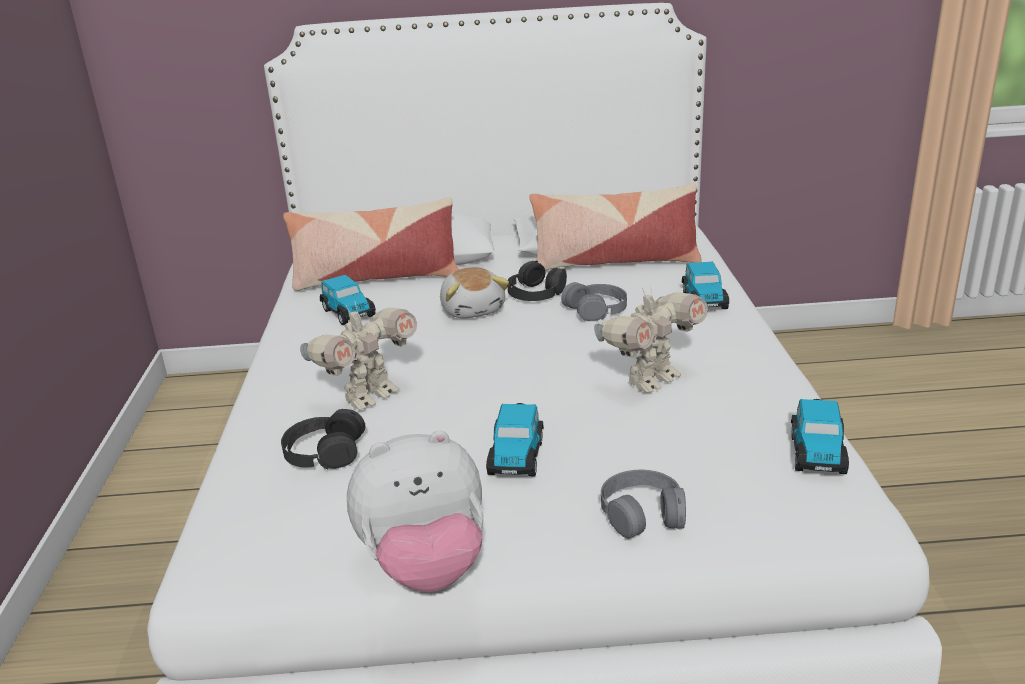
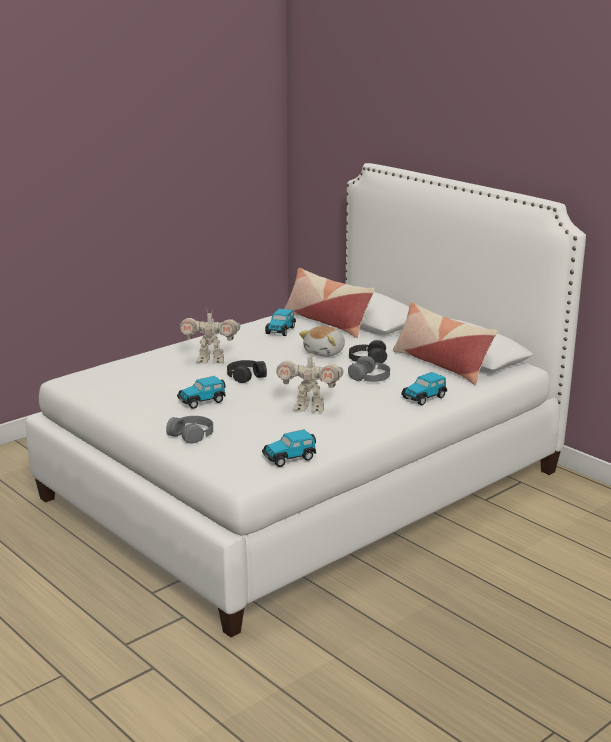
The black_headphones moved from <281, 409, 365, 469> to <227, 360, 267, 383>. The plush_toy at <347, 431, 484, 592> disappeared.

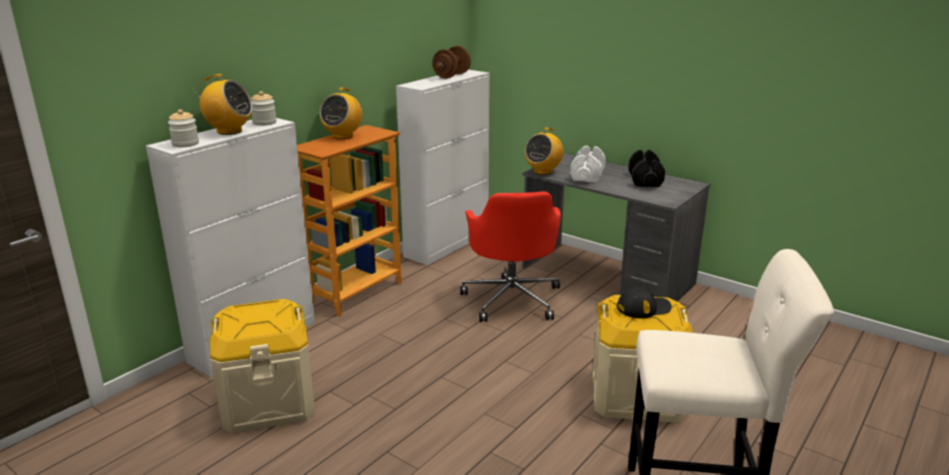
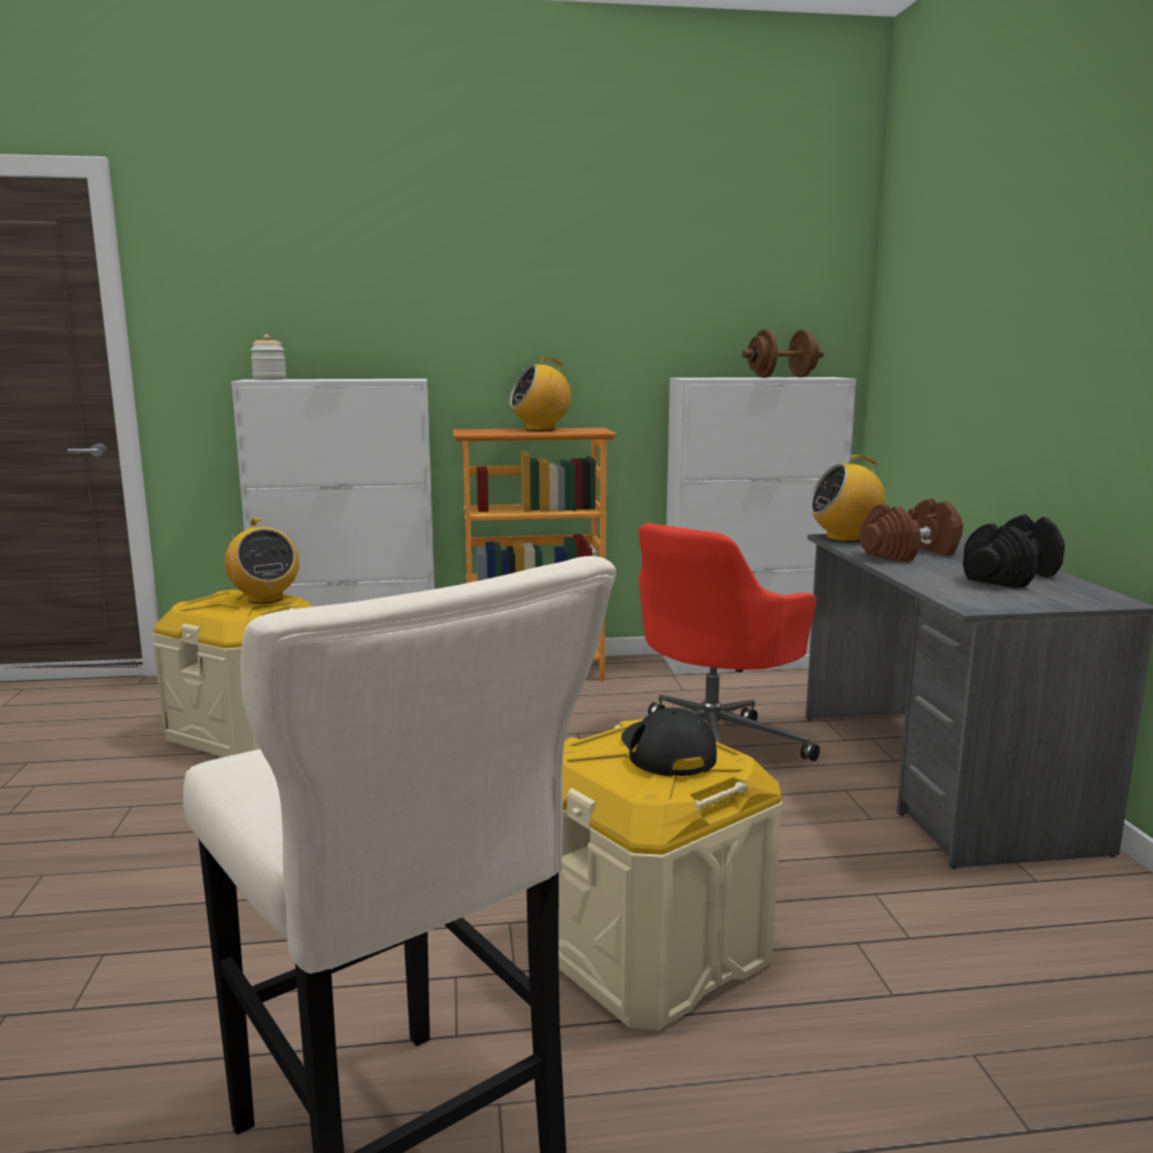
The radio moved from <192, 74, 253, 135> to <225, 518, 299, 604>. The black_cap at <617, 287, 672, 318> turned 135 degrees counterclockwise. The white_dumbbell at <570, 145, 606, 183> became the brown_dumbbell at <860, 499, 963, 562>. The jar at <251, 91, 277, 126> disappeared.

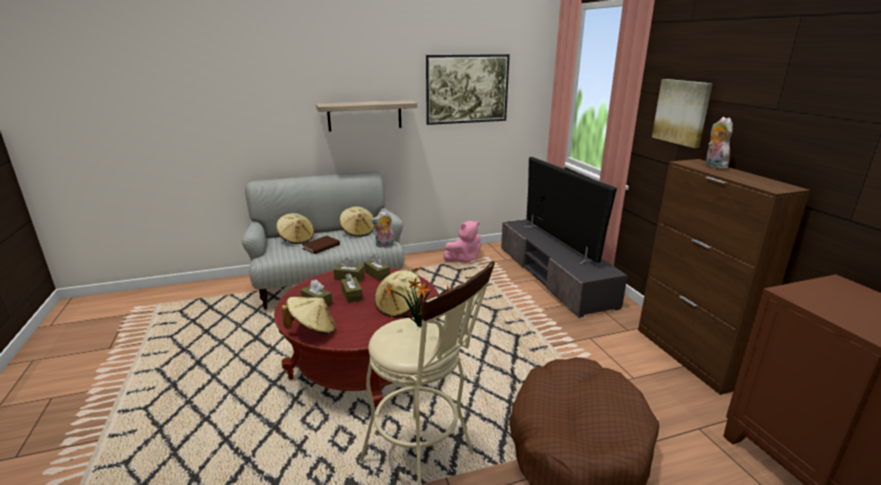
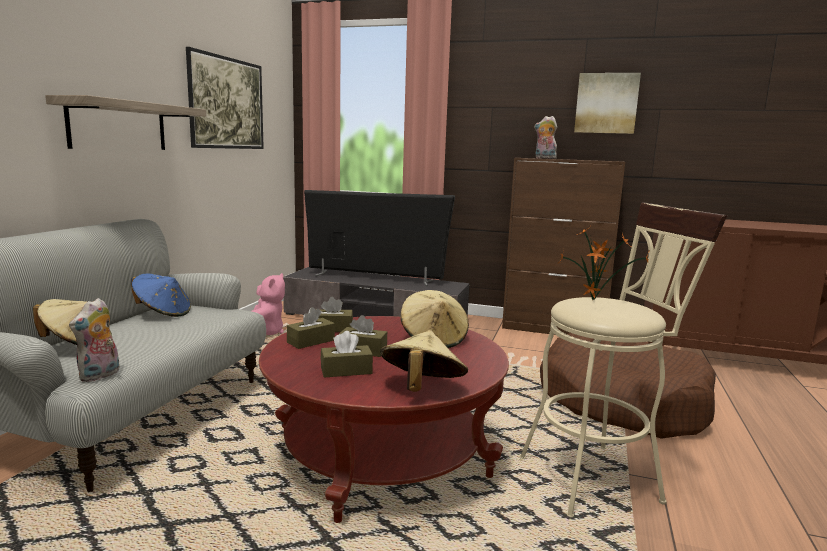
The plush_toy moved from <371, 211, 394, 248> to <69, 298, 119, 382>. The beige_hat at <339, 207, 375, 237> became the blue_hat at <131, 274, 191, 317>. The picture moved from <652, 79, 713, 148> to <574, 73, 641, 134>. The brown_book at <302, 236, 340, 254> disappeared.

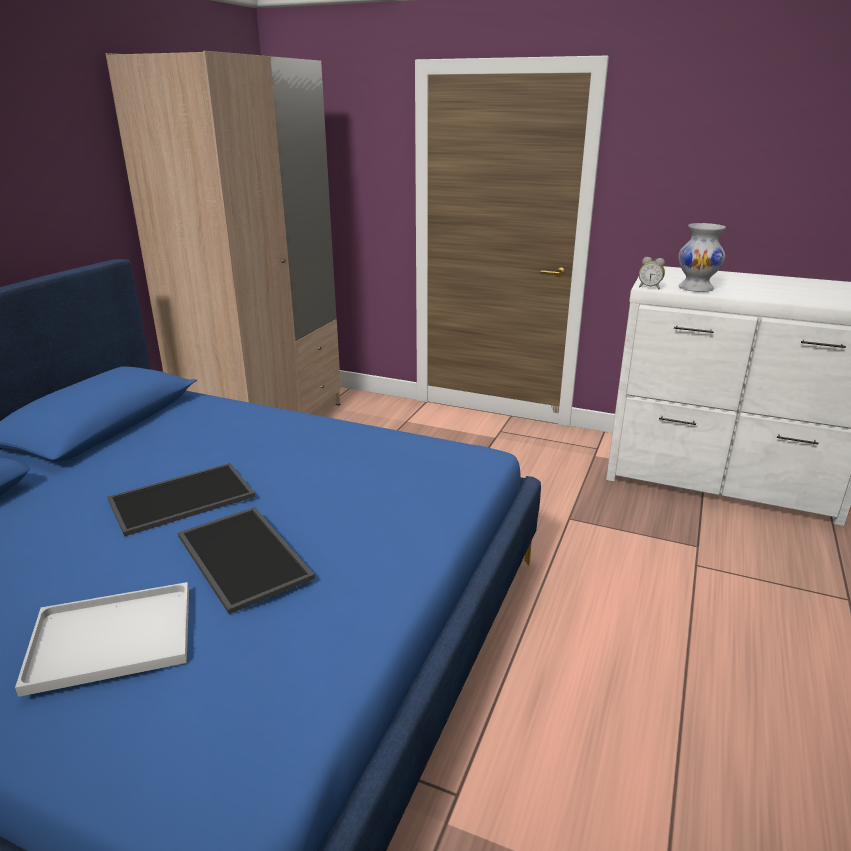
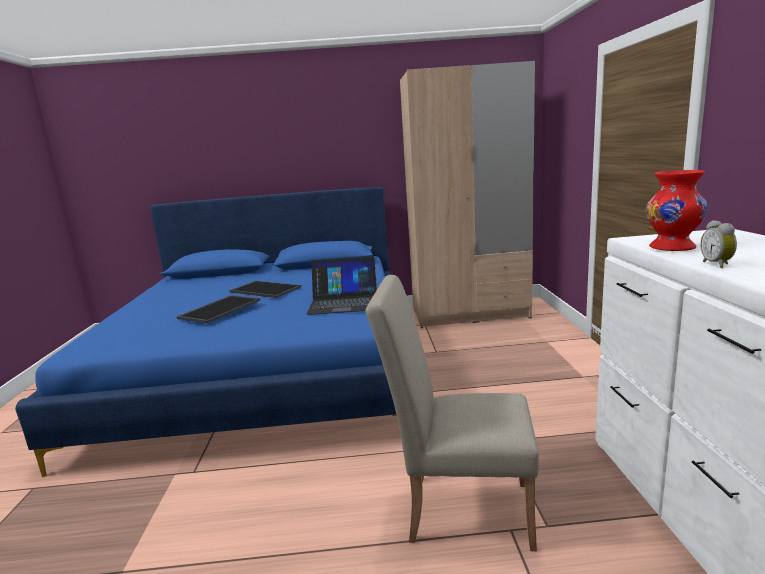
The laptop at <307, 256, 377, 315> appeared. The beige_chair at <365, 275, 539, 552> appeared. The white_vase at <678, 223, 726, 292> became the red_vase at <646, 170, 708, 251>. The alarm_clock moved from <639, 257, 665, 289> to <701, 220, 737, 268>. The white_tray at <15, 582, 189, 697> disappeared.

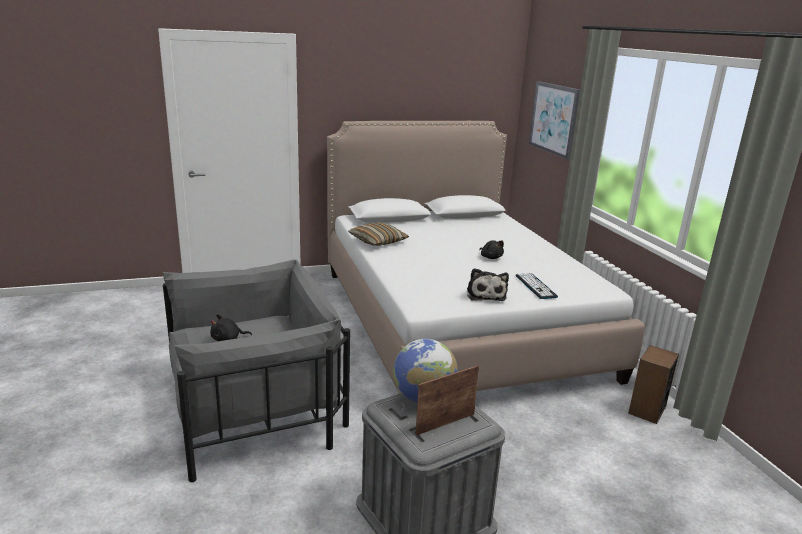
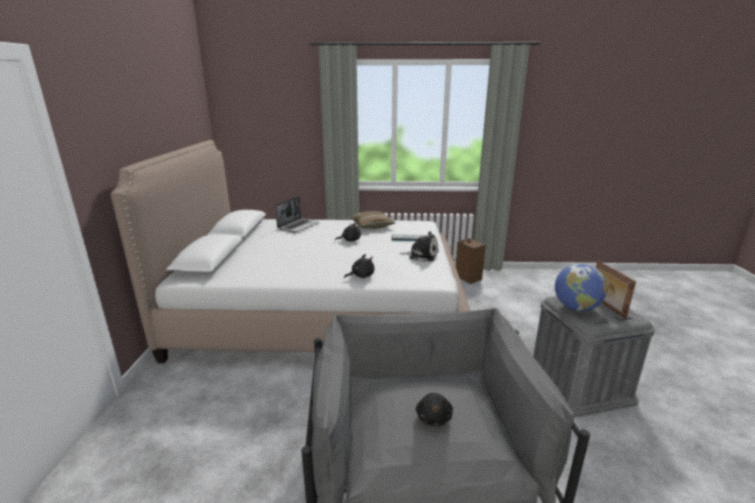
The laptop at <275, 197, 319, 233> appeared. The black_plush_toy at <344, 254, 374, 278> appeared. The pillow moved from <348, 222, 409, 246> to <350, 211, 395, 229>. The picture at <529, 81, 580, 160> disappeared.

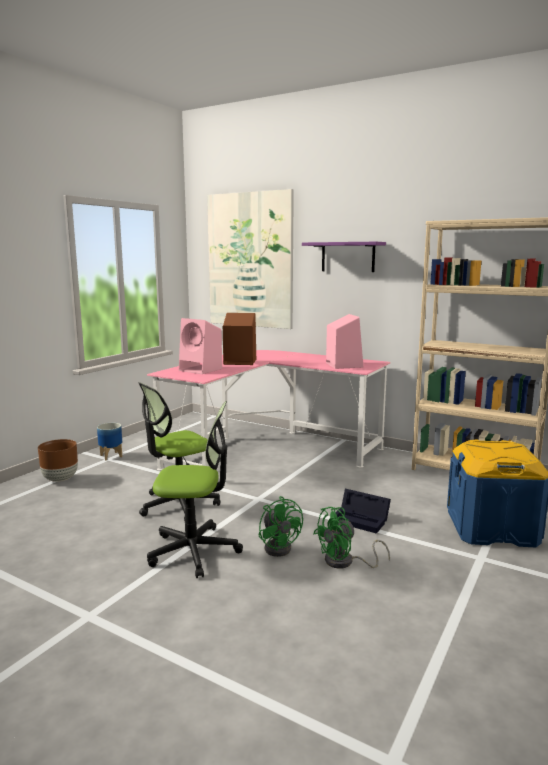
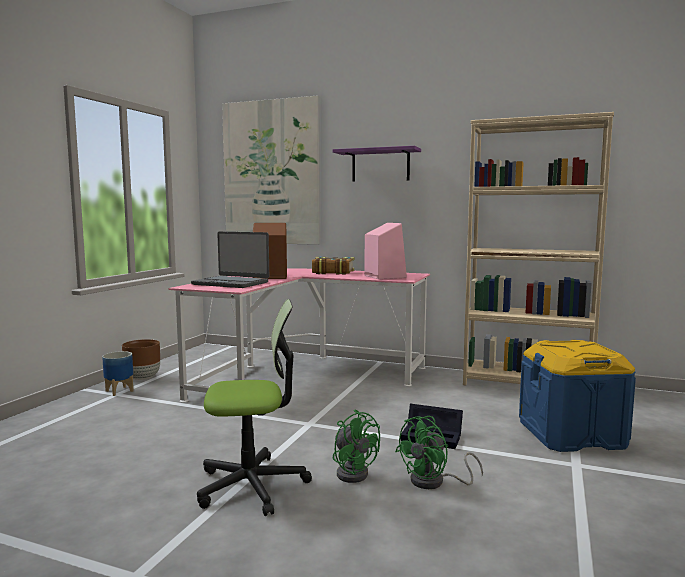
The brown_planter moved from <38, 439, 78, 482> to <122, 339, 160, 380>. The pink_speaker at <179, 318, 222, 374> was replaced by the laptop at <191, 232, 269, 288>. The book at <312, 257, 354, 275> appeared. The office_chair at <138, 382, 220, 521> disappeared.

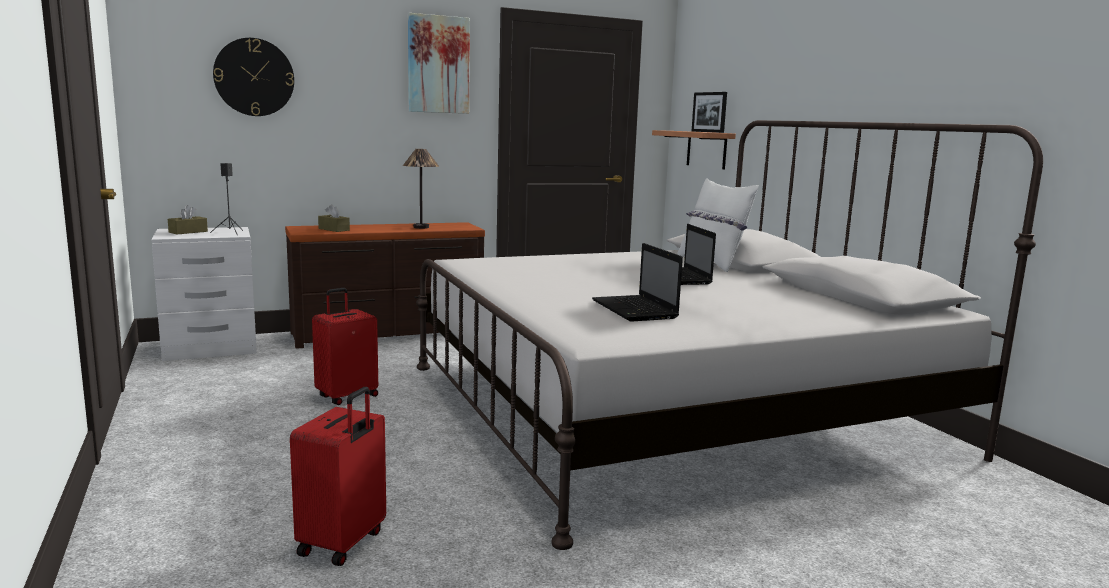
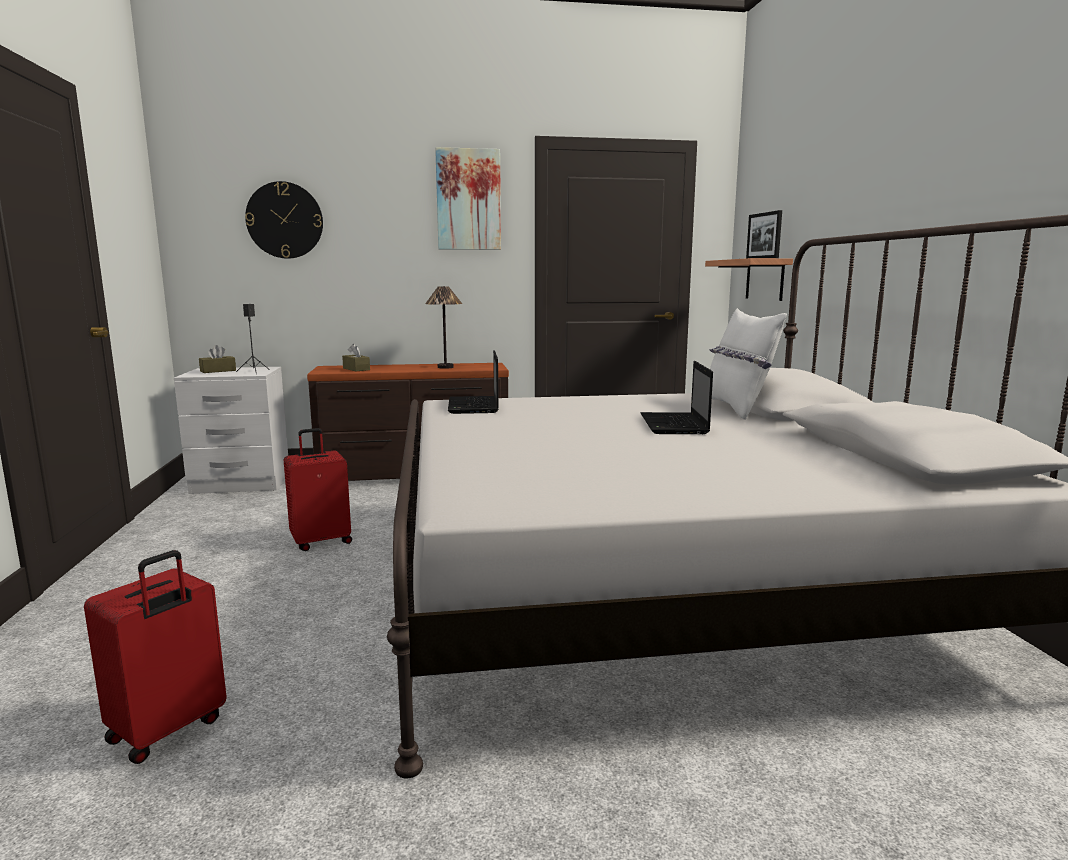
The laptop moved from <592, 243, 683, 322> to <448, 350, 499, 414>.

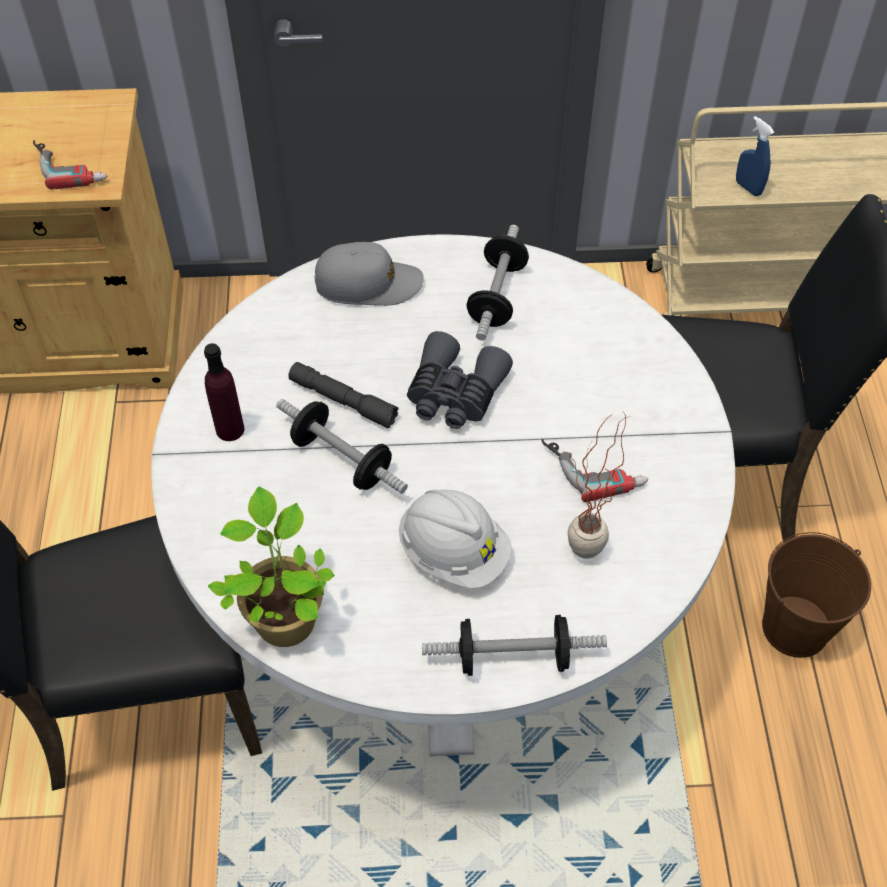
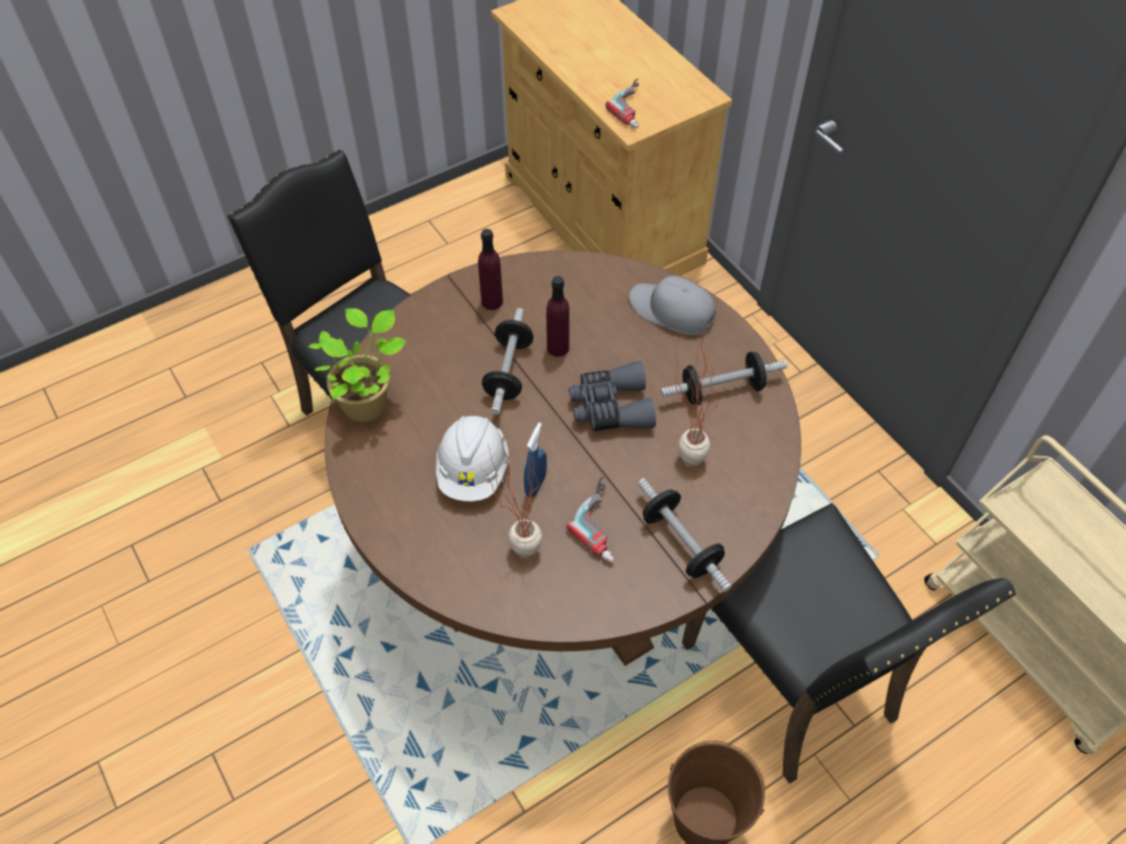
The white_dining_table at <151, 234, 735, 756> became the brown_dining_table at <325, 250, 801, 666>. The blue_spray_bottle moved from <736, 116, 774, 196> to <524, 423, 547, 497>. The grey_flashlight at <288, 362, 399, 428> was replaced by the purple_bottle at <546, 276, 569, 357>. The grey_cap at <314, 242, 424, 306> turned 150 degrees clockwise. The dumbbell moved from <422, 615, 607, 676> to <638, 478, 732, 592>. The potted_plant at <675, 329, 725, 466> appeared.

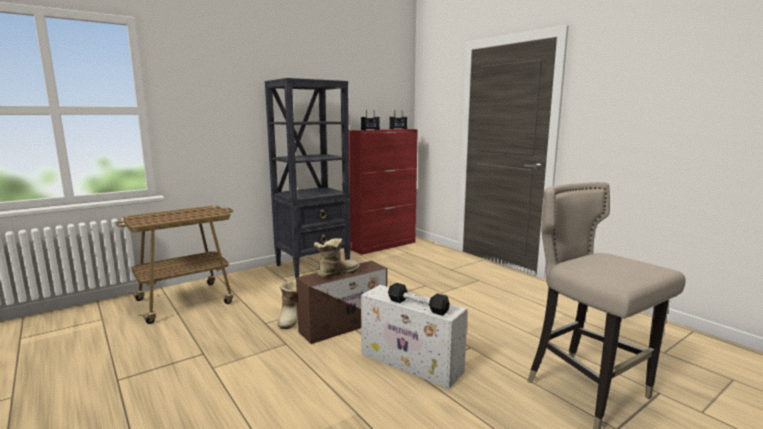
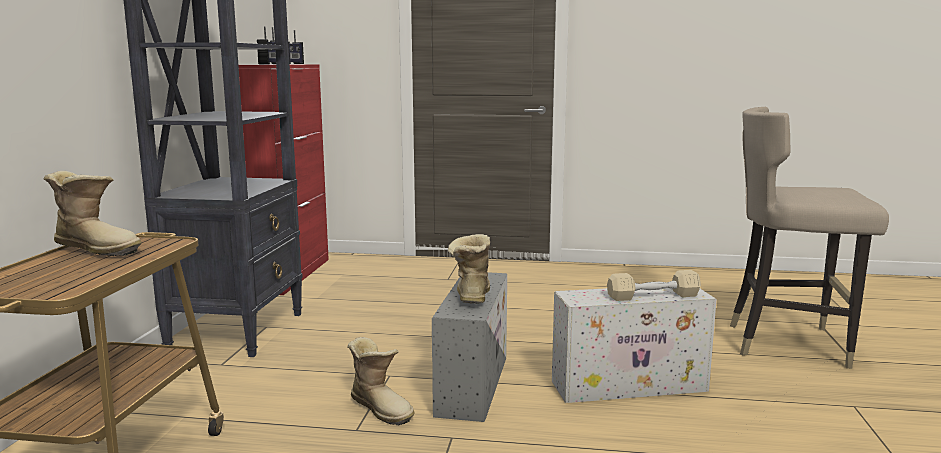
The boot at <44, 171, 142, 256> appeared. The brown_storage_box at <296, 261, 387, 344> became the grey_storage_box at <432, 272, 507, 422>. The black_dumbbell at <388, 283, 450, 316> became the beige_dumbbell at <607, 270, 701, 301>.

